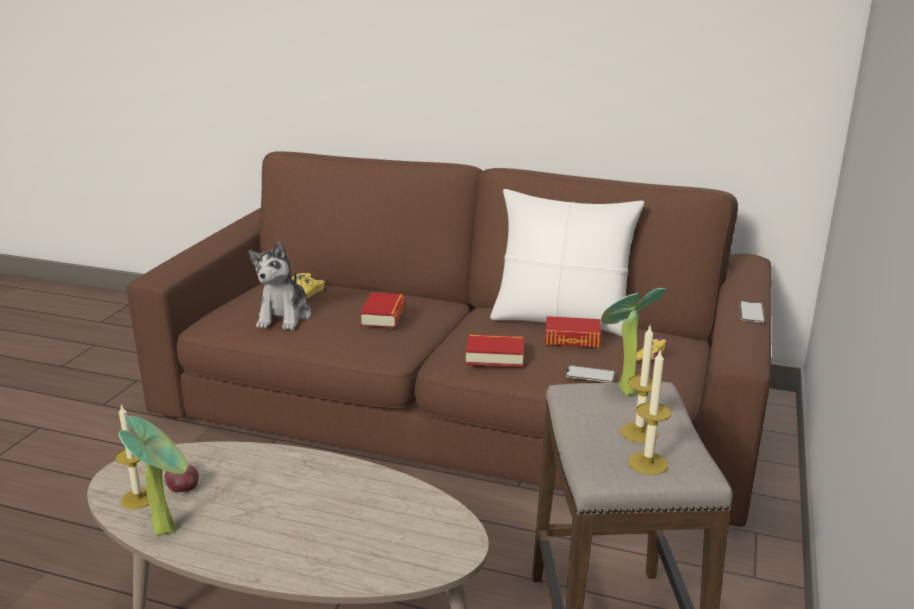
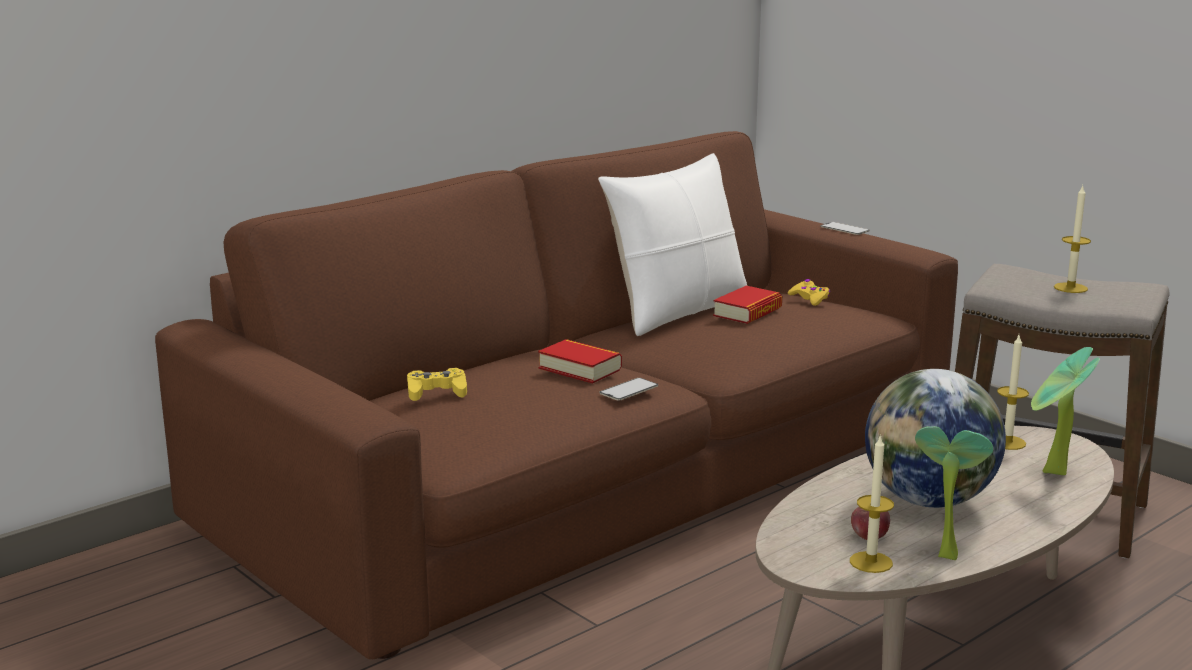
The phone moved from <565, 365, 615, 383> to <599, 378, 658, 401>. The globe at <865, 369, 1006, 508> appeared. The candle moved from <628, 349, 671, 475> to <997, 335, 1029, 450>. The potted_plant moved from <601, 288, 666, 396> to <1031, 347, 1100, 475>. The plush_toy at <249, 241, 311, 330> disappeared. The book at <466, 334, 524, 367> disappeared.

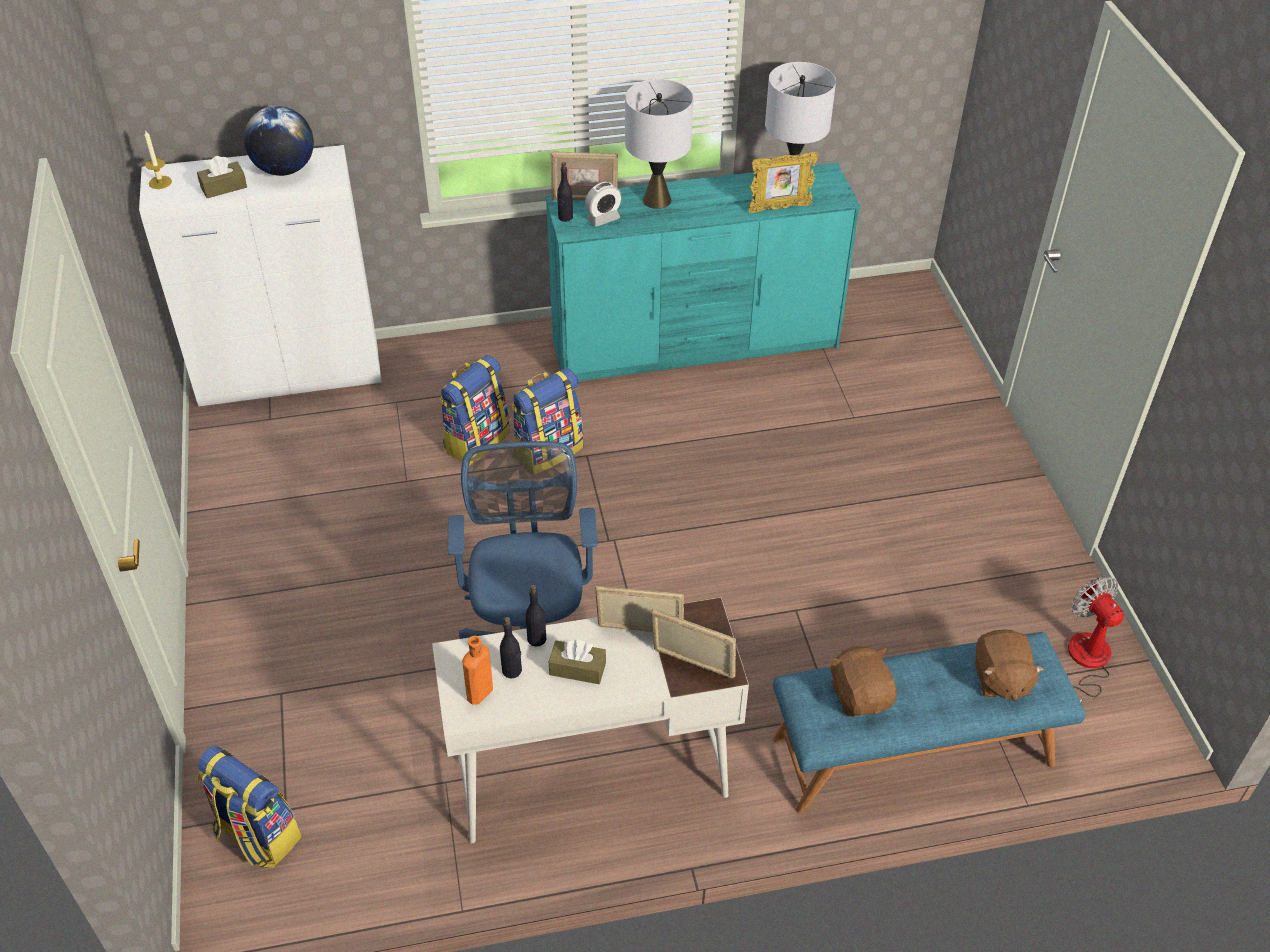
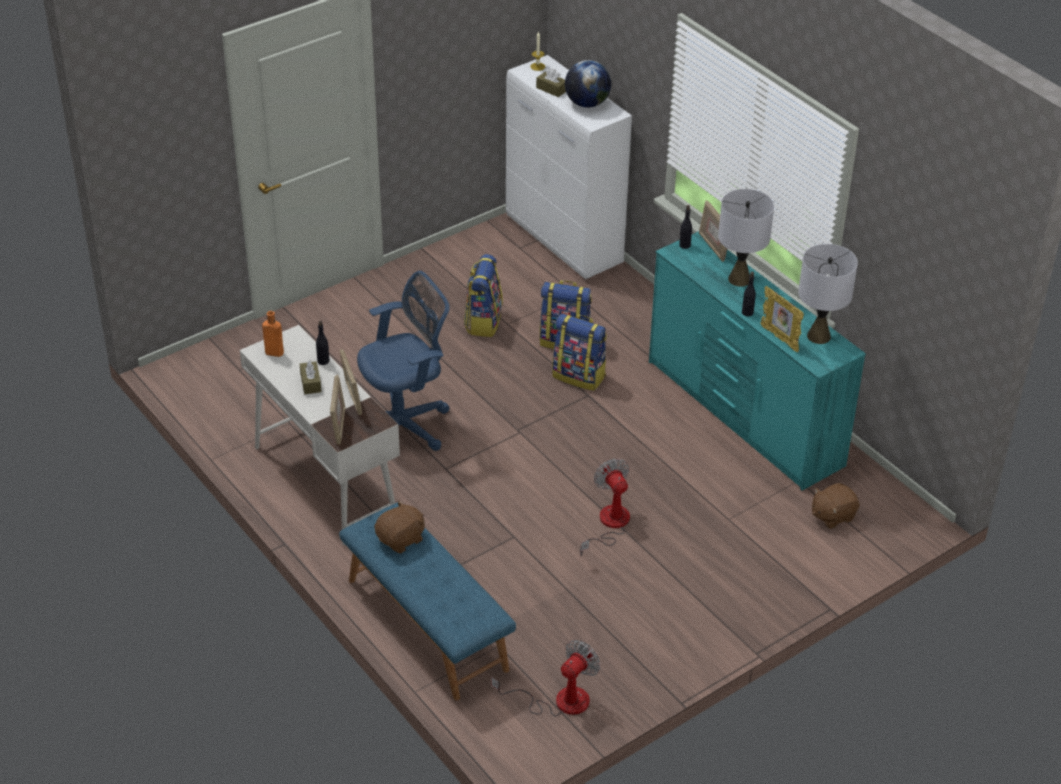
The backpack moved from <197, 746, 301, 868> to <464, 254, 503, 337>. The fan at <580, 458, 630, 556> appeared. The black_bottle moved from <500, 617, 522, 679> to <742, 272, 756, 316>. The brown_plush_toy moved from <975, 629, 1045, 701> to <812, 483, 860, 529>. The alarm_clock at <585, 182, 622, 227> disappeared.

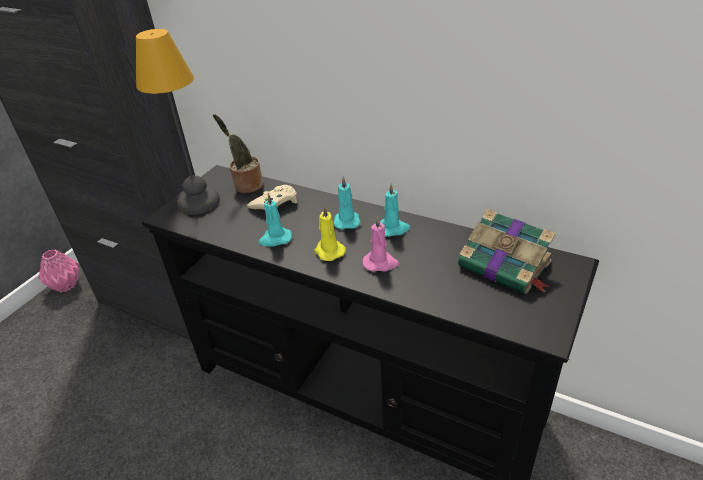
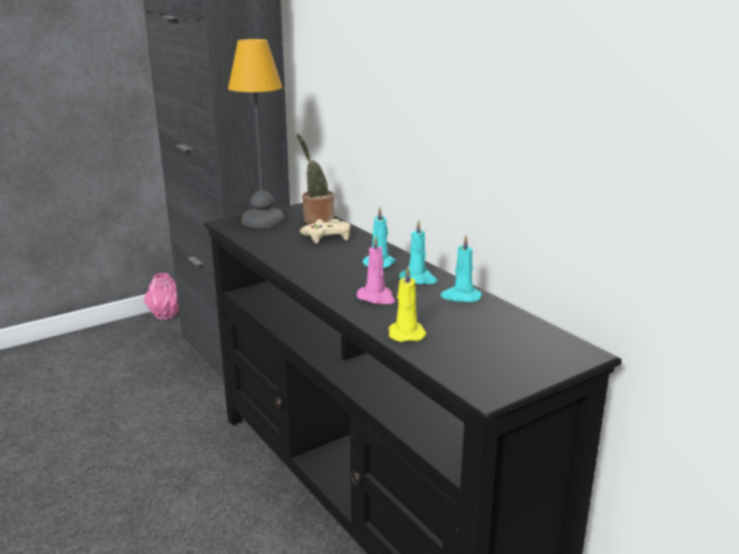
The yellow_candle moved from <314, 205, 345, 261> to <388, 267, 426, 342>. The turquoise_candle moved from <258, 193, 292, 247> to <440, 235, 482, 302>. The book at <458, 209, 556, 294> disappeared.

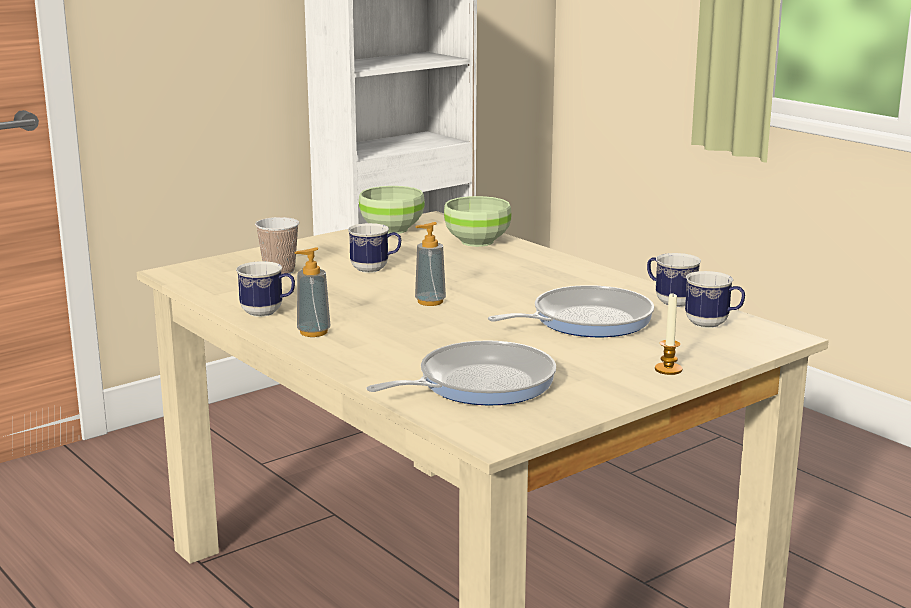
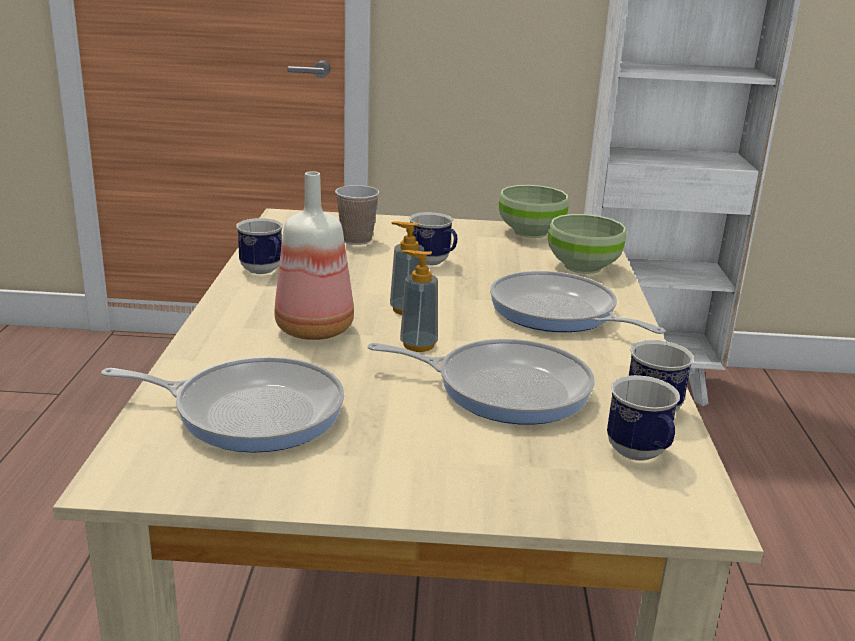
The bottle at <274, 171, 354, 340> appeared. The soap_dispenser moved from <294, 247, 330, 337> to <400, 250, 438, 352>. The frying_pan at <490, 271, 665, 334> appeared. The candle at <655, 292, 682, 375> disappeared.

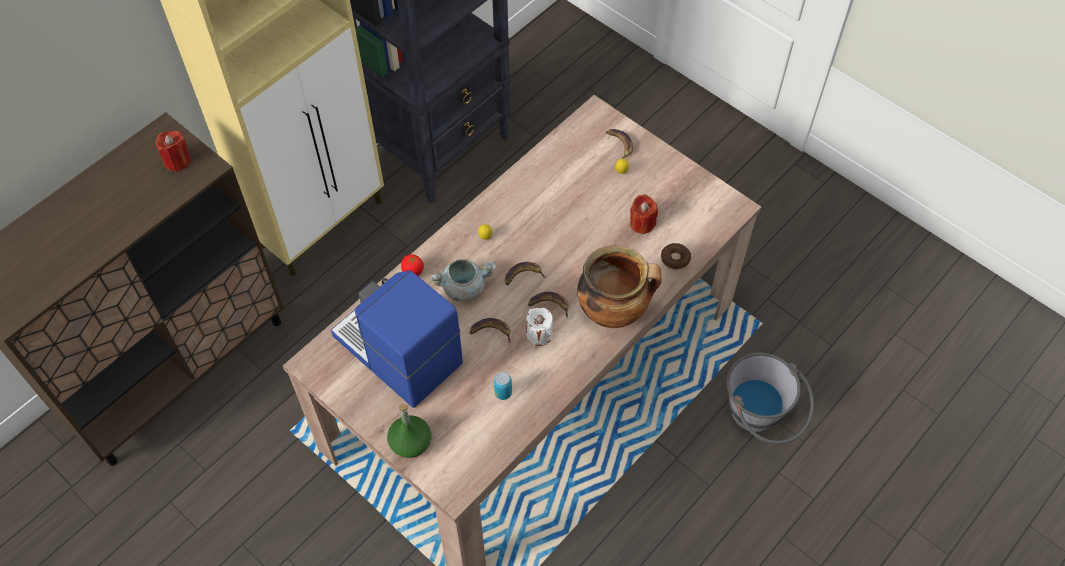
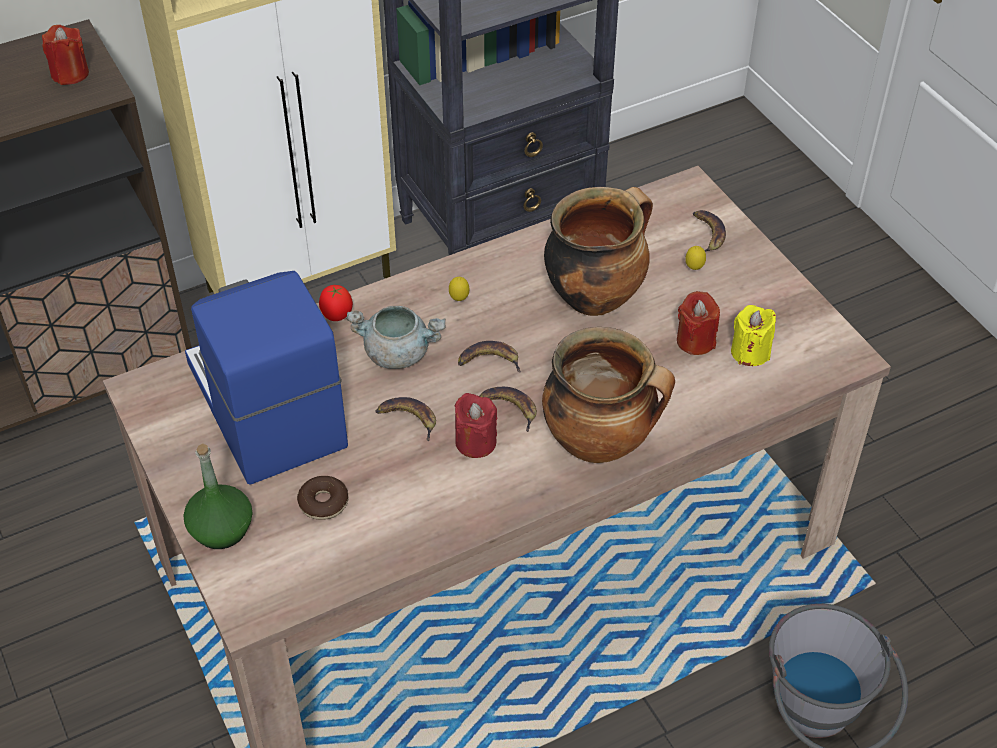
The donut moved from <661, 243, 691, 270> to <297, 476, 349, 520>. The white_candle at <526, 308, 553, 346> became the red_candle at <455, 393, 498, 458>. The cooking_pot at <544, 187, 653, 316> appeared. The yellow_candle at <731, 305, 776, 366> appeared. The can at <494, 372, 512, 400> disappeared.

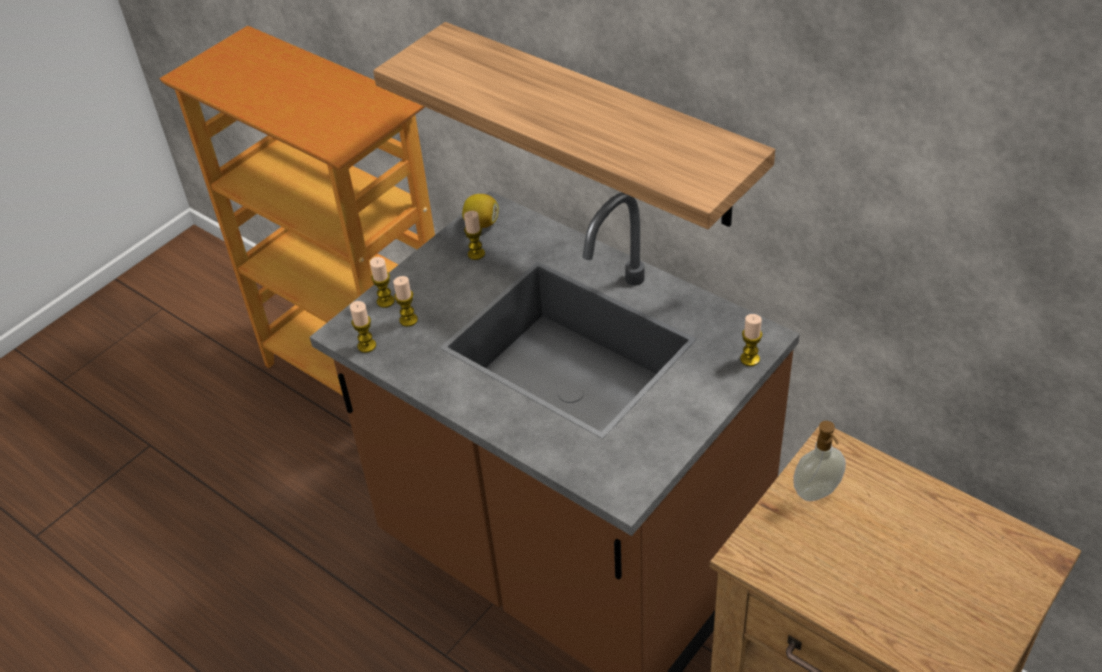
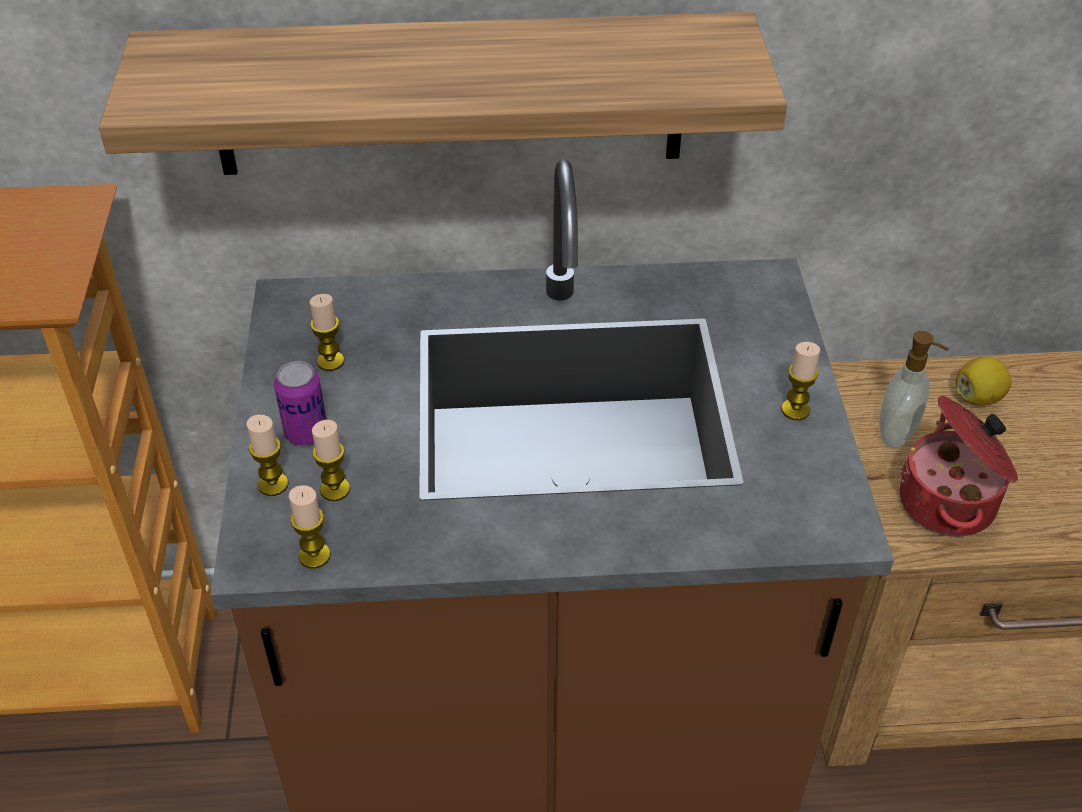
The can at <274, 361, 327, 446> appeared. The candle moved from <740, 314, 763, 366> to <781, 342, 820, 420>. The cooking_pot at <900, 396, 1018, 536> appeared. The lemon moved from <462, 194, 499, 228> to <956, 356, 1012, 406>.

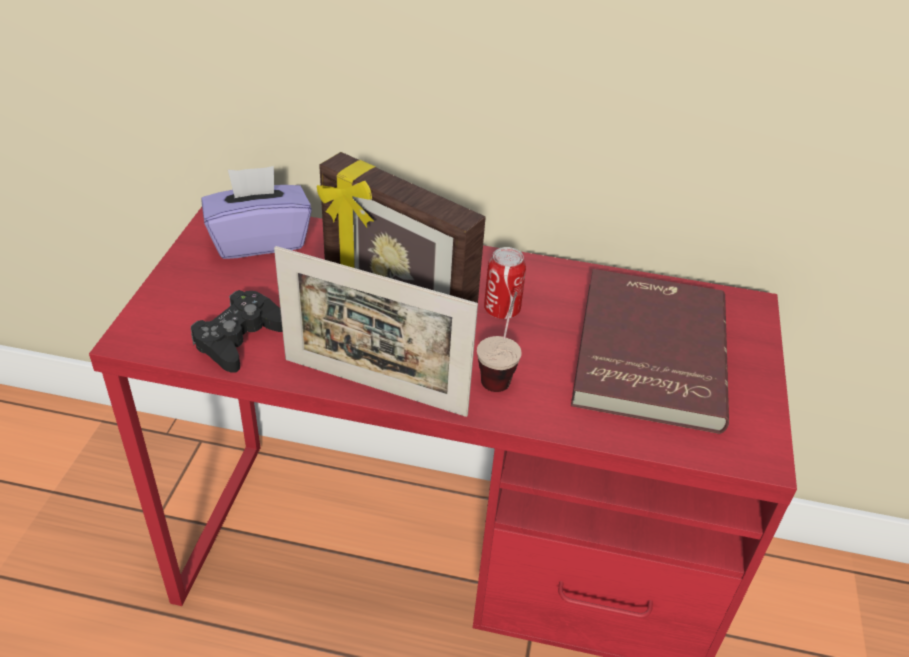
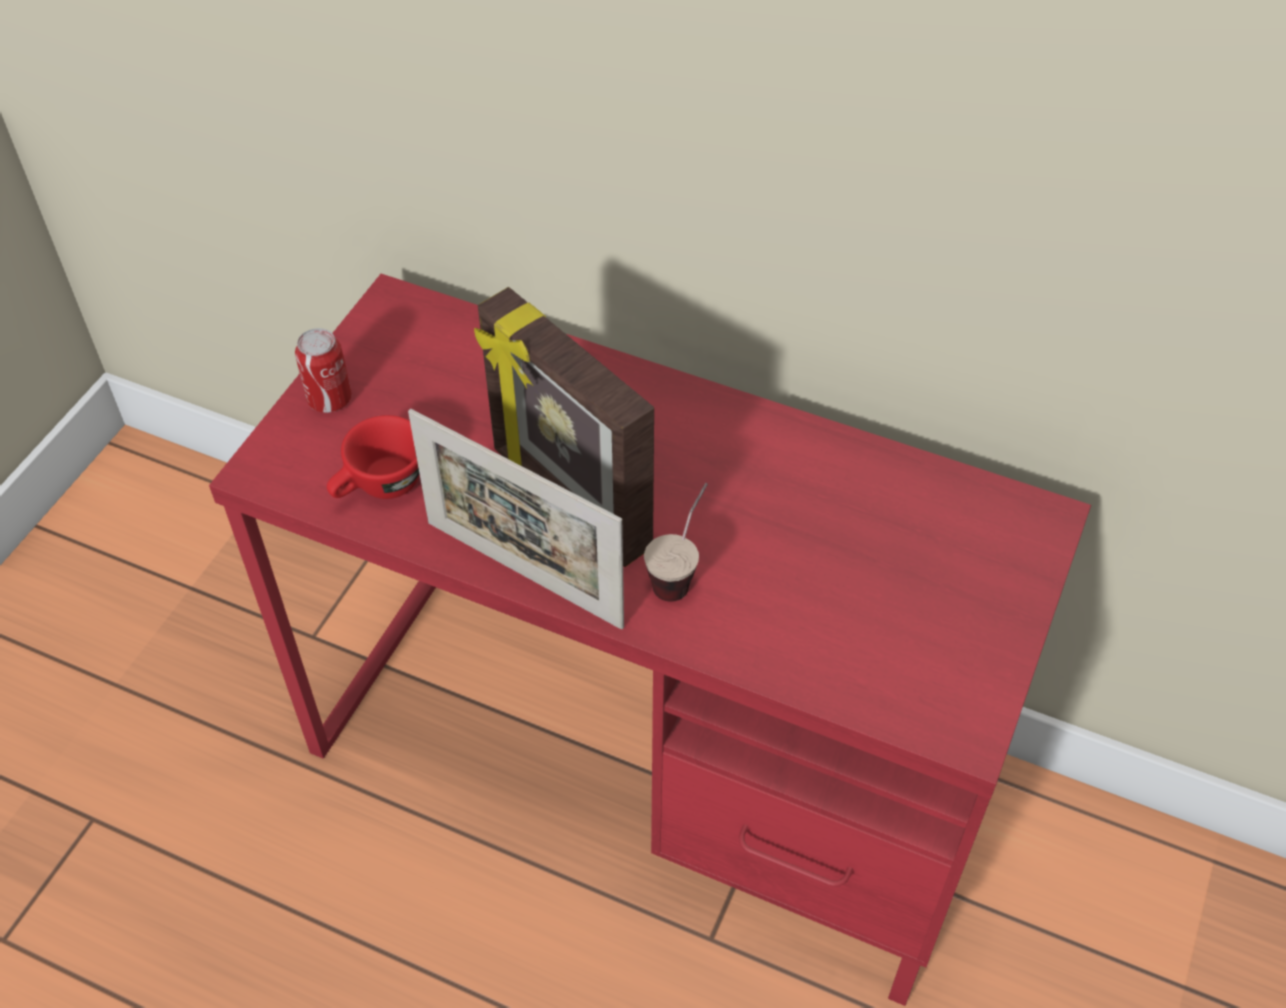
The can moved from <484, 247, 526, 319> to <295, 328, 352, 413>. The black_game_controller at <191, 290, 283, 373> was replaced by the red_cup at <327, 415, 420, 499>. The purple_tissue_box at <201, 166, 312, 259> disappeared. The red_book at <571, 269, 729, 434> disappeared.

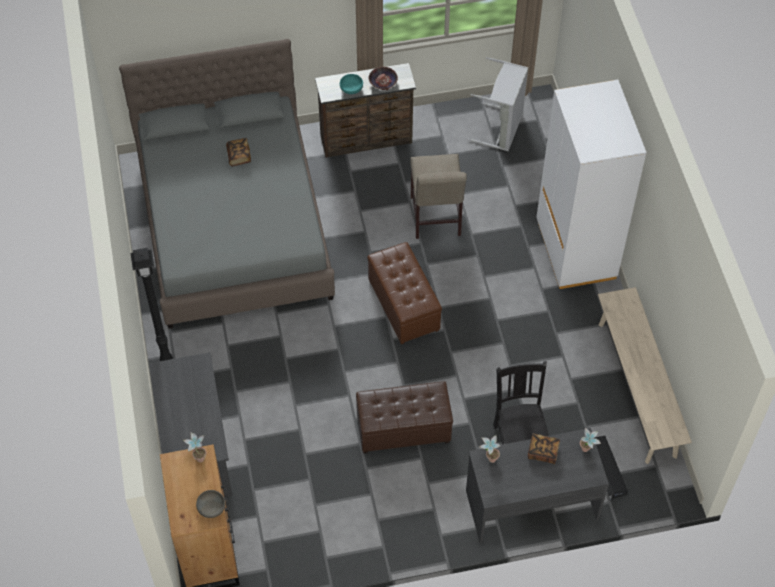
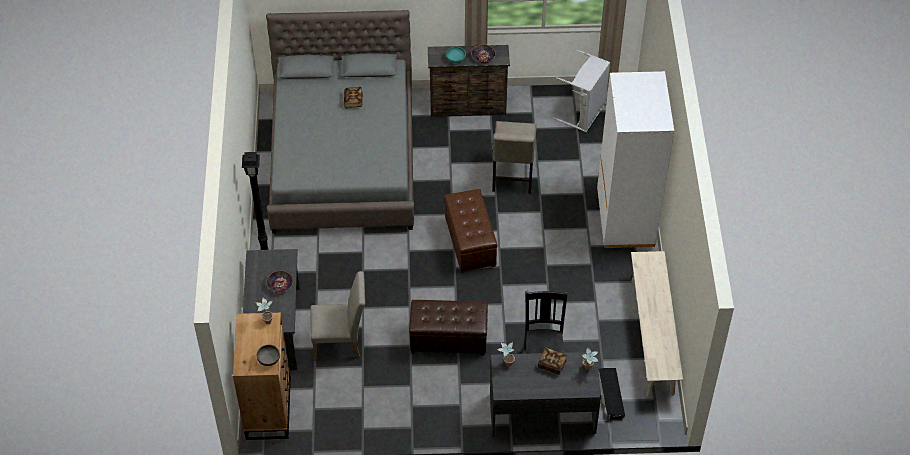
The bowl at <266, 271, 293, 293> appeared. The beige_chair at <310, 271, 365, 361> appeared.

